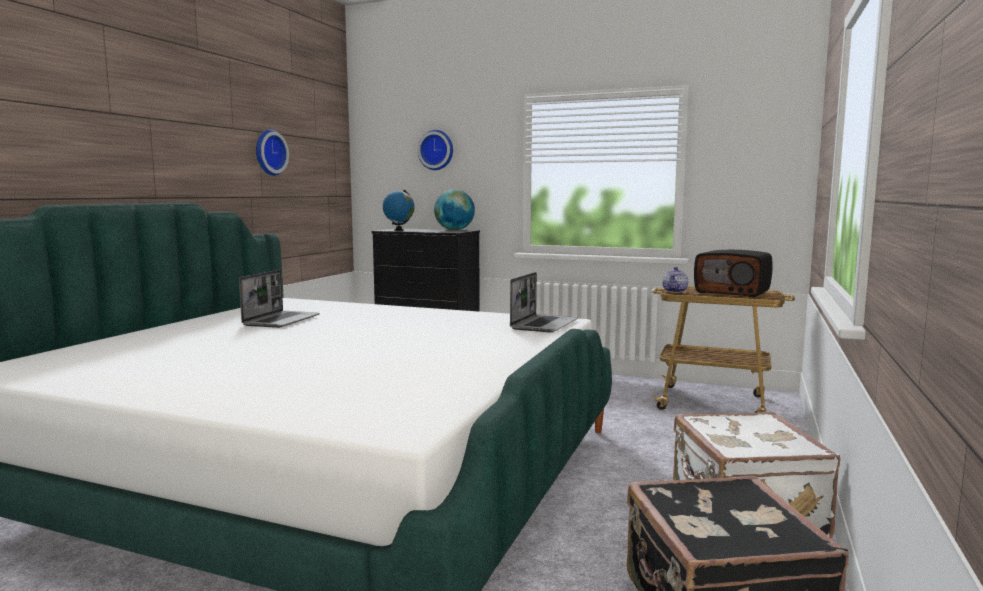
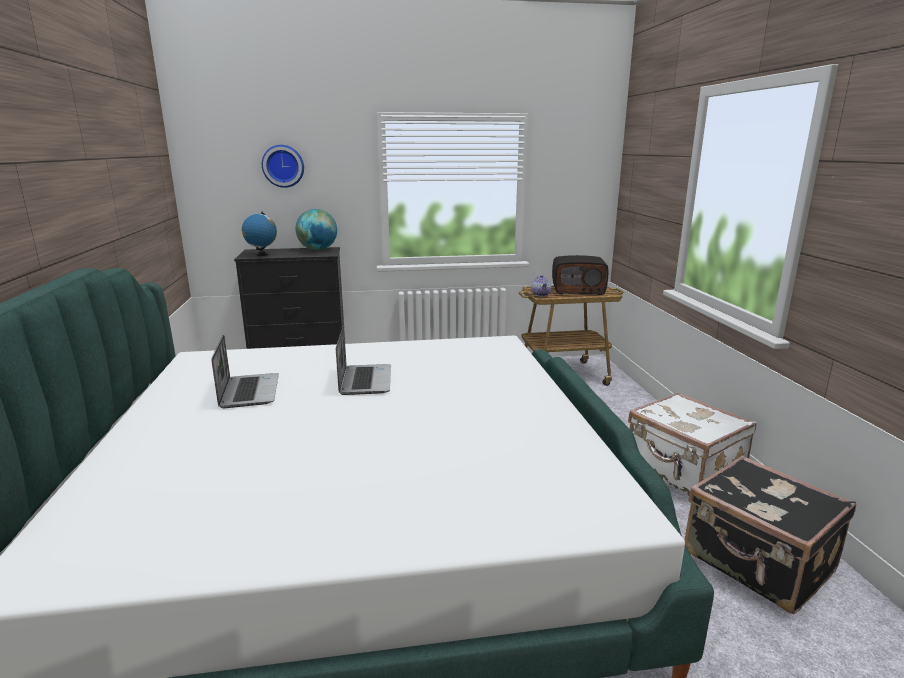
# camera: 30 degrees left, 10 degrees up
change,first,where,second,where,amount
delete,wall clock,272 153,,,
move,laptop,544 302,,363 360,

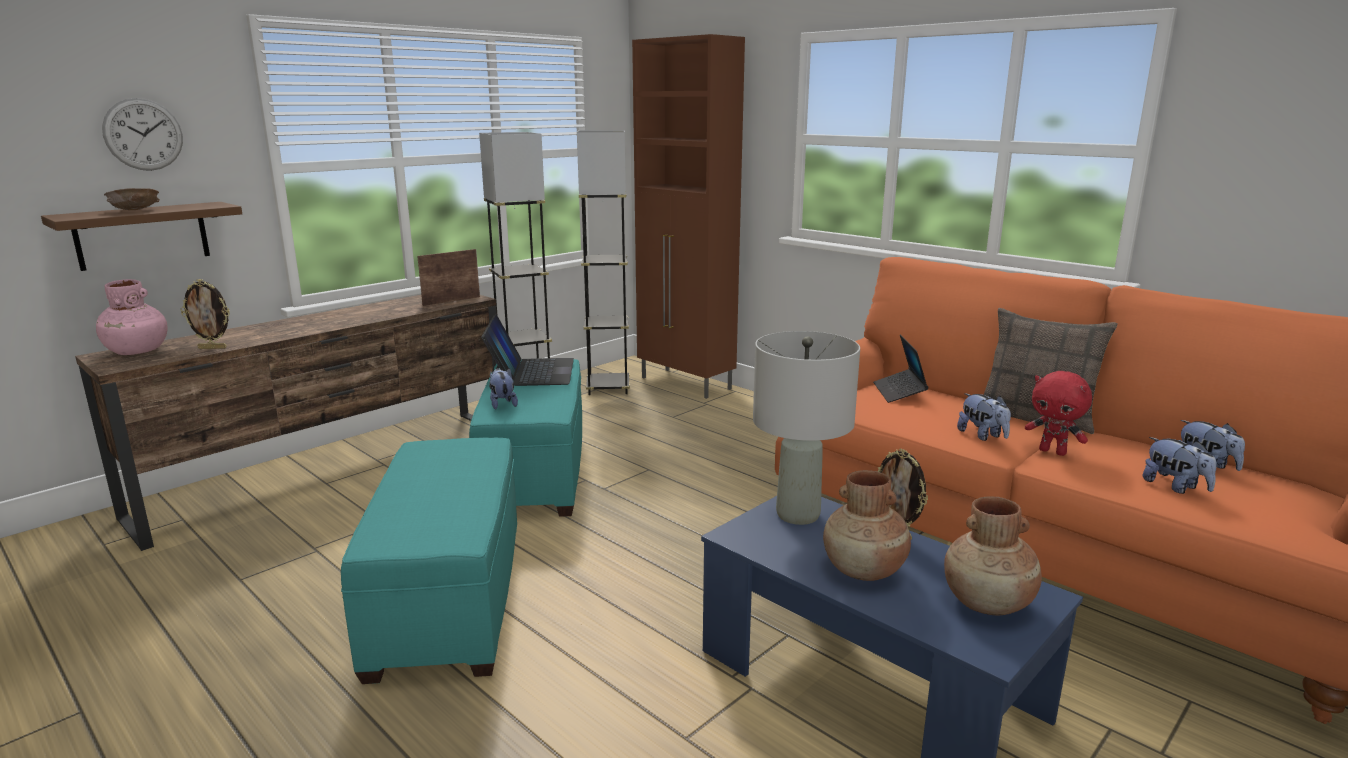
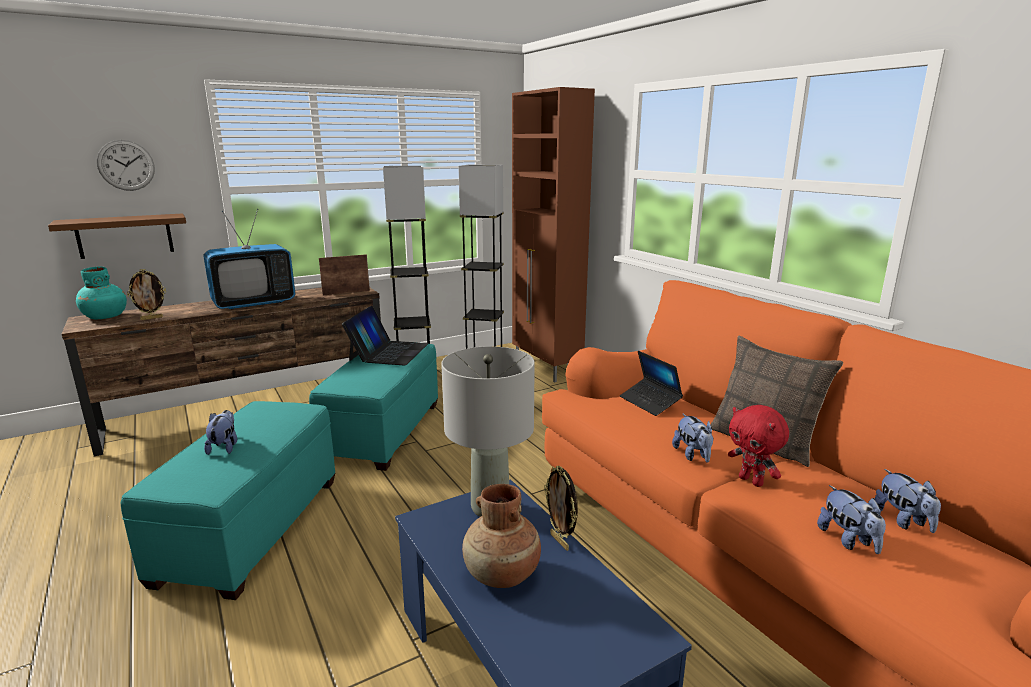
# camera: 15 degrees right, 0 degrees up
change,first,where,second,where,amount
delete,brown bowl,132 199,,,
recolor,pink vase,132 317,turquoise vase,101 293,
rotate,picture frame,205 314,,146 294,45 degrees counterclockwise
rotate,laptop,901 368,,651 383,45 degrees counterclockwise
move,plush toy,503 388,,220 432,
delete,brown vase,993 556,,,
insert,,,television,249 259,

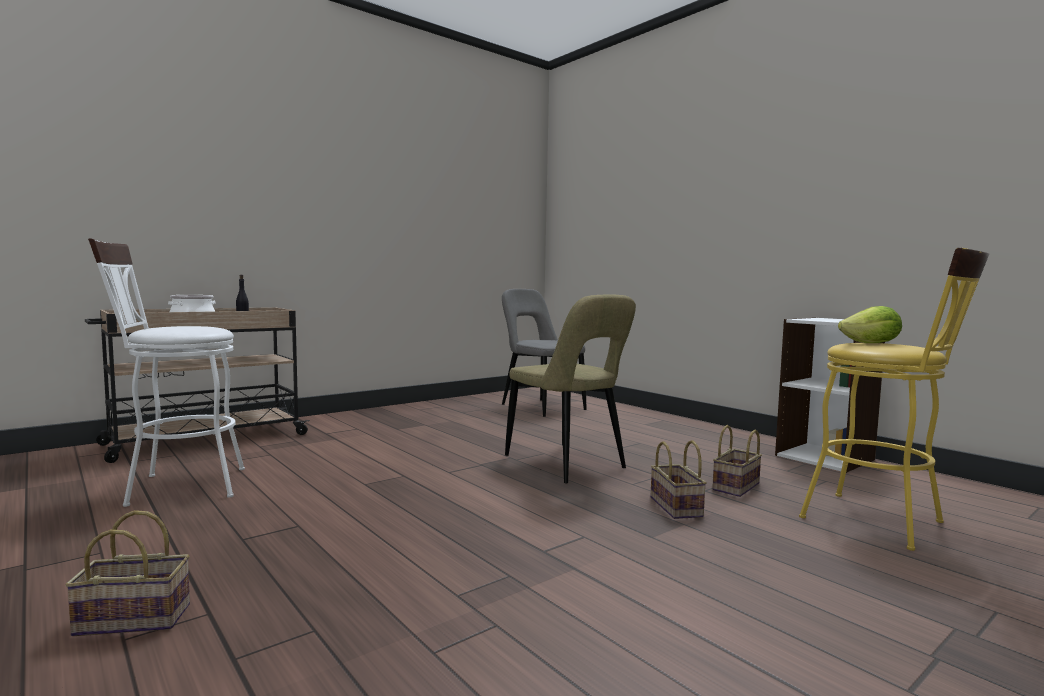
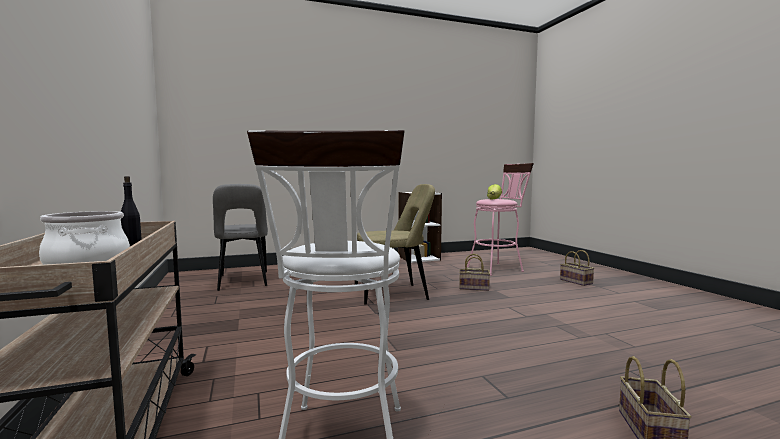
# camera: 70 degrees left, 0 degrees up
change,first,where,second,where,amount
recolor,yellow stool,894 399,pink stool,500 219,
rotate,grey chair,544 353,,240 237,90 degrees counterclockwise
move,basket,737 461,,577 268,

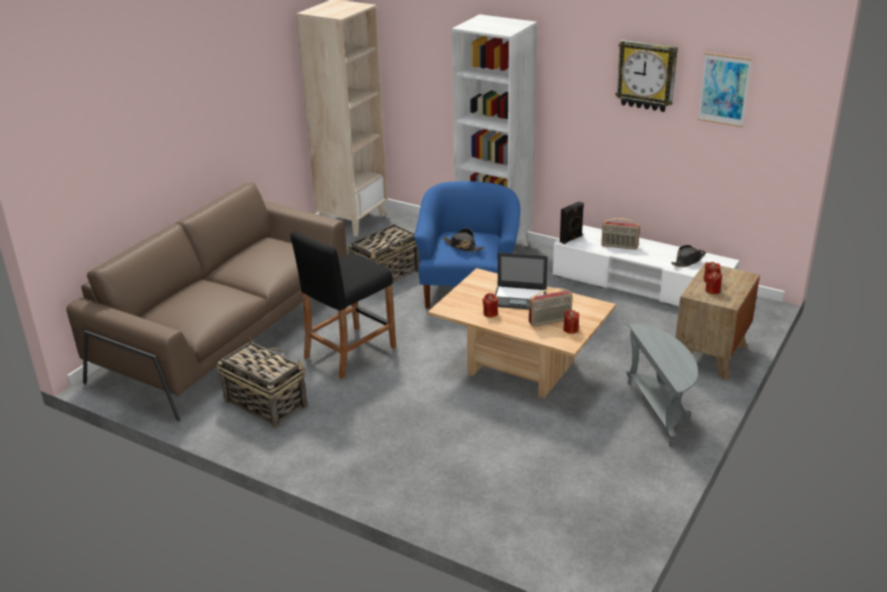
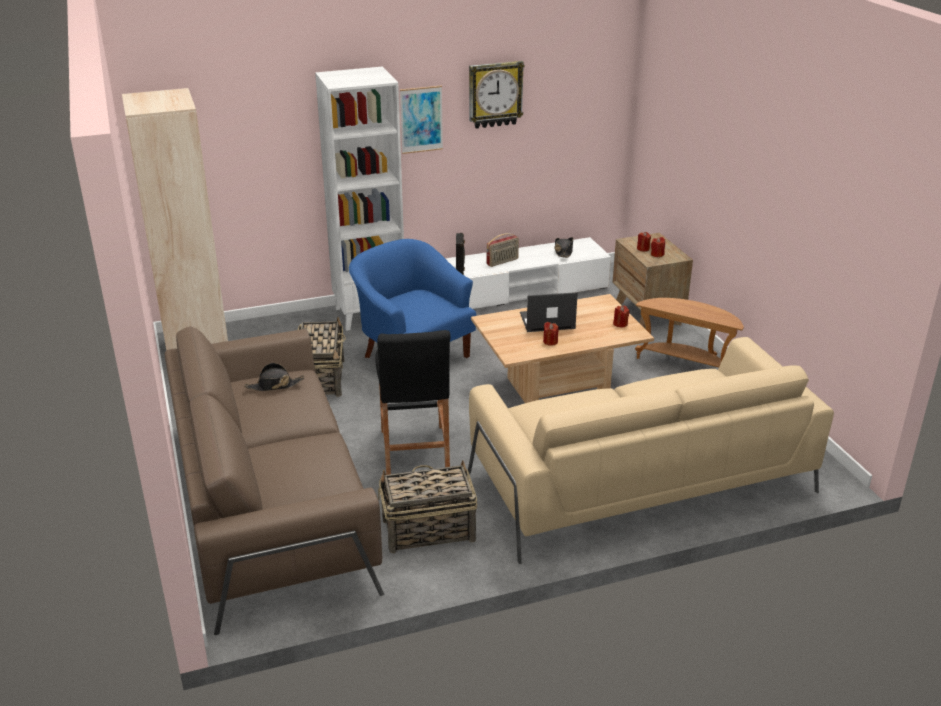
# camera: 50 degrees left, 0 degrees up
change,first,where,second,where,amount
move,picture,725 90,,421 119,
move,black hat,463 240,,274 377,
rotate,laptop,521 281,,549 312,150 degrees counterclockwise
delete,radio,551 307,,,
recolor,grey side table,662 385,brown side table,689 332,
insert,,,beige sofa,651 450,

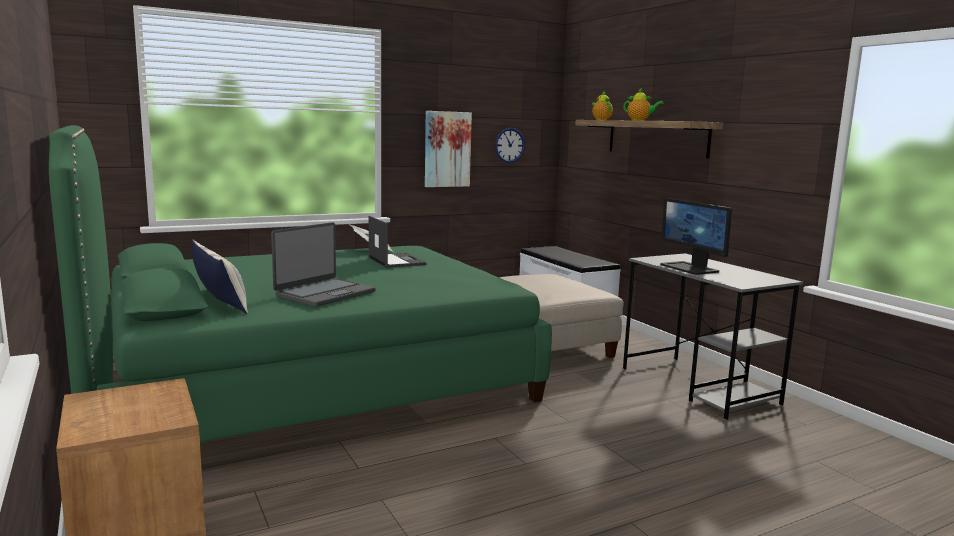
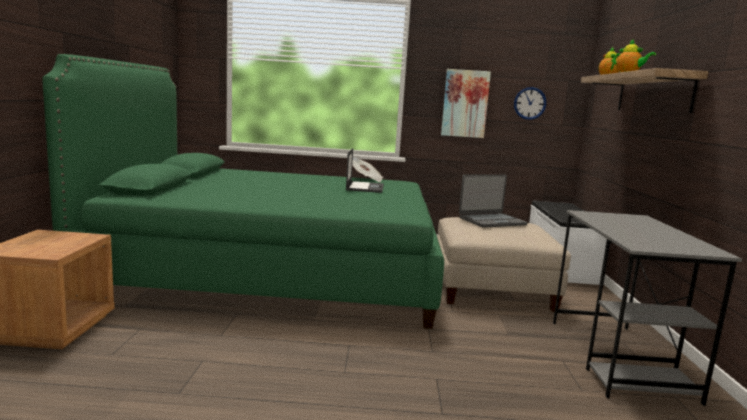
# camera: 30 degrees right, 0 degrees up
change,first,where,second,where,amount
delete,monitor,696 236,,,
move,laptop,323 264,,493 201,
delete,pillow,220 277,,,

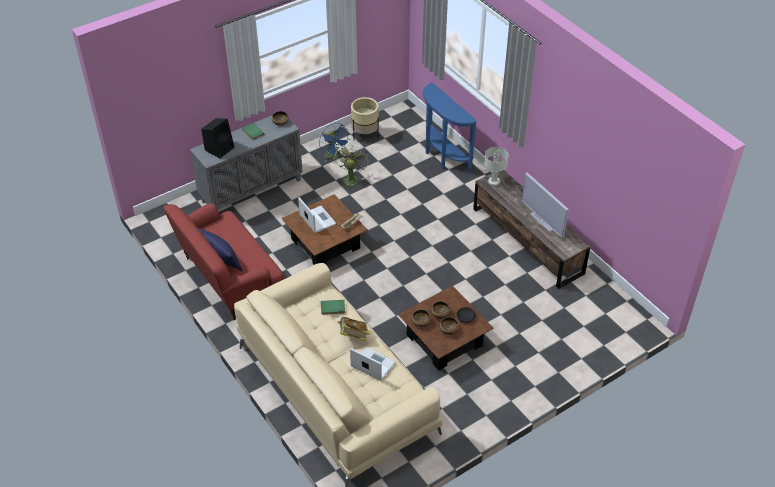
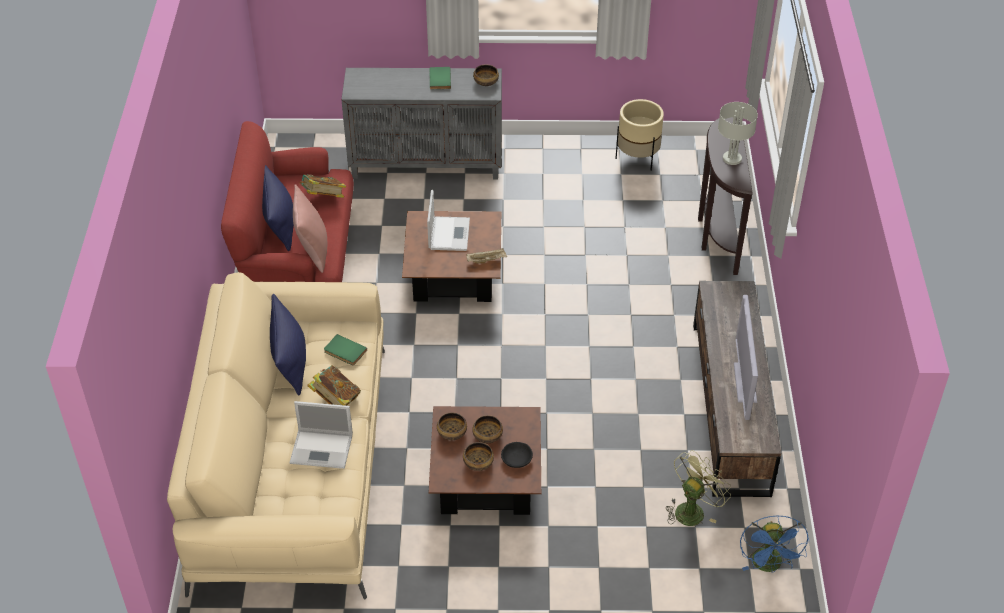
# camera: 35 degrees right, 0 degrees up
change,first,where,second,where,amount
recolor,blue console table,450 128,brown console table,725 196,
delete,black speaker,217 138,,,
move,blue fan,334 142,,774 544,
move,green fan,351 166,,698 488,
move,grey table lamp,496 166,,738 133,
rotate,laptop,373 364,,321 435,120 degrees clockwise
insert,,,book,322 186,
insert,,,pink pillow,310 228,
insert,,,blue pillow,288 344,

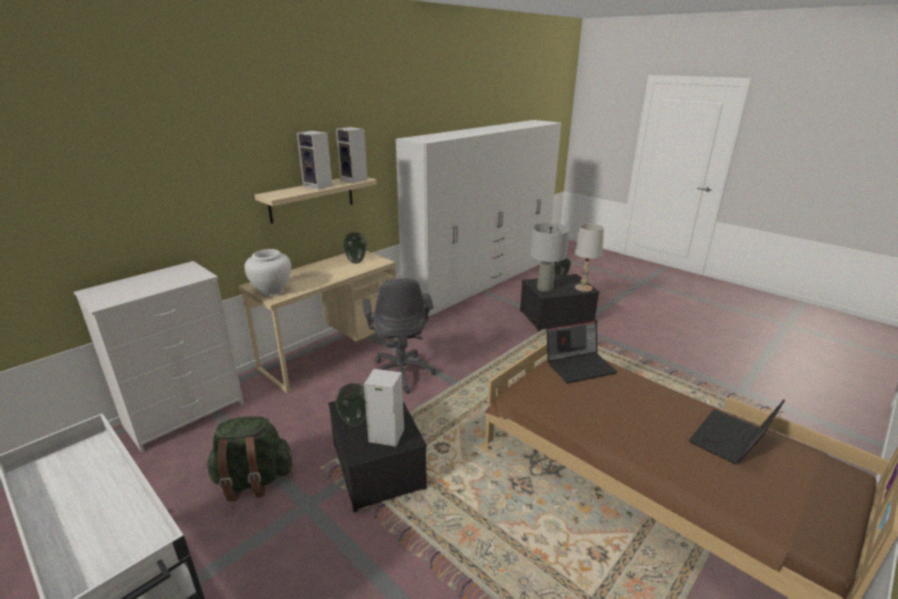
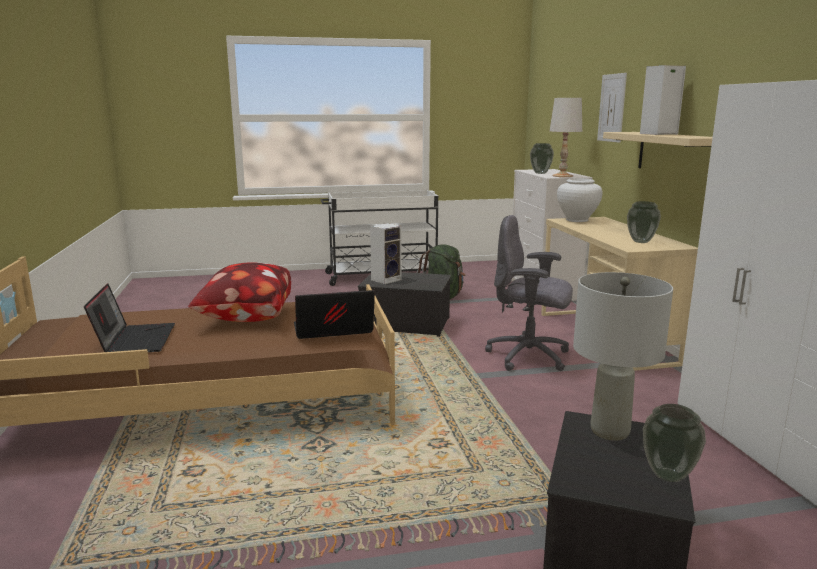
# camera: 125 degrees right, 10 degrees down
change,first,where,second,where,amount
delete,speaker,352 155,,,
move,white table lamp,589 258,,566 137,
rotate,laptop,582 351,,334 314,60 degrees clockwise
move,vase,351 405,,542 158,
insert,,,picture,612 108,
insert,,,pillow,239 292,

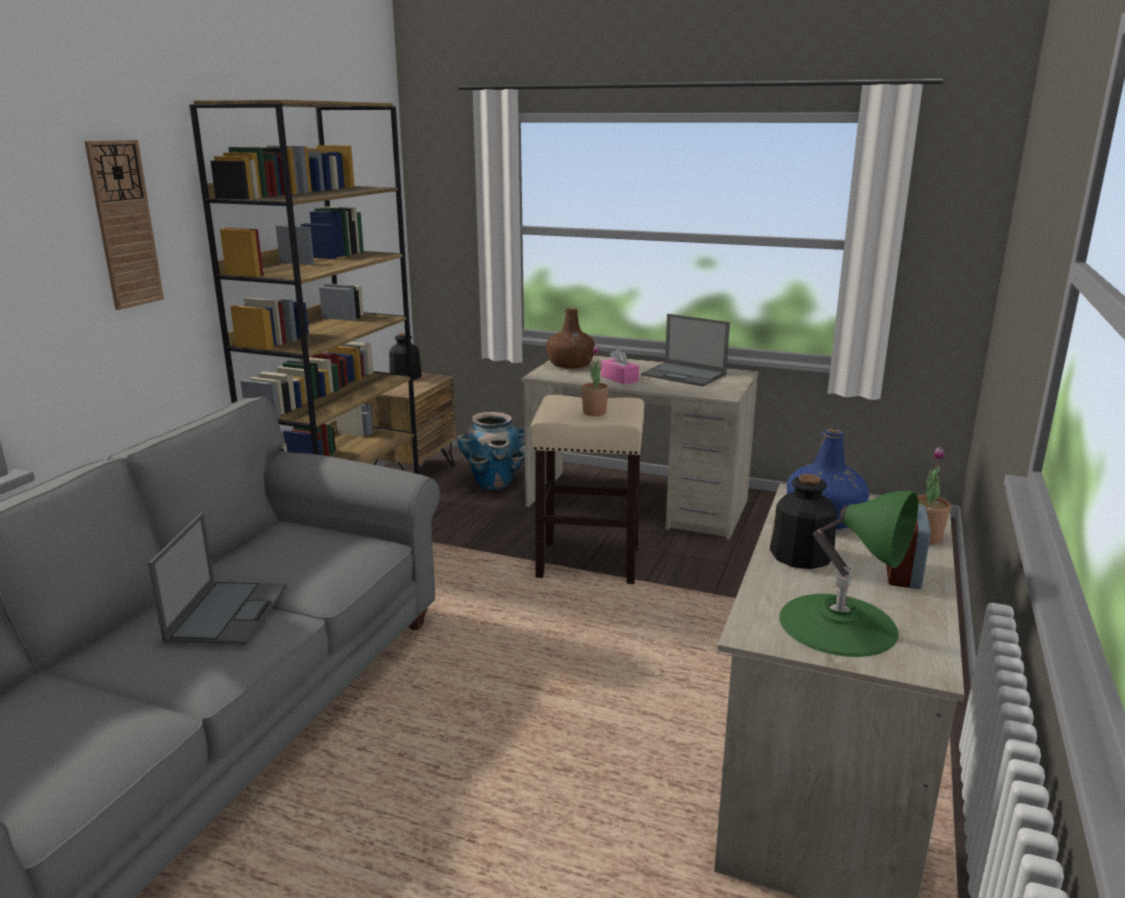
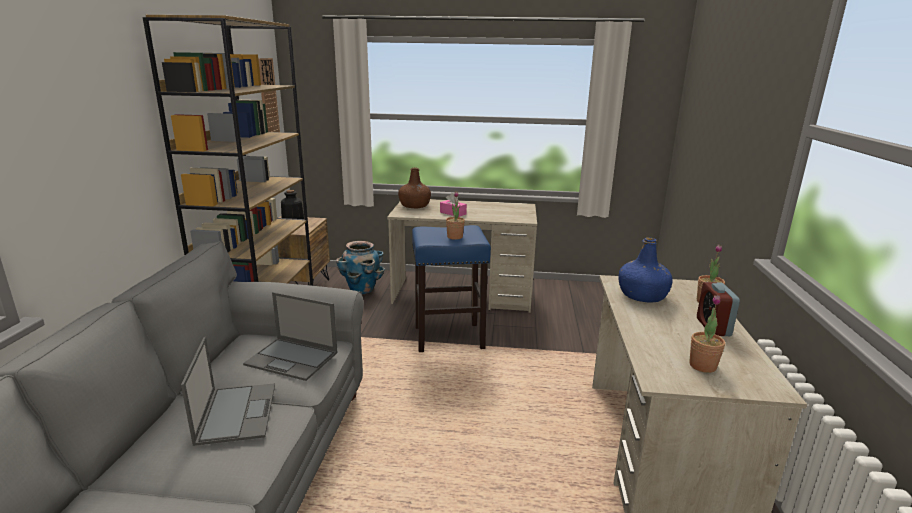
# camera: 15 degrees left, 0 degrees up
change,first,where,second,where,amount
move,wall clock,124 225,,269 95,
move,laptop,685 350,,290 336,
recolor,beige stool,587 489,blue stool,451 288,
delete,bottle,803 521,,,
replace,green table lamp,848 574,potted plant,707 334,

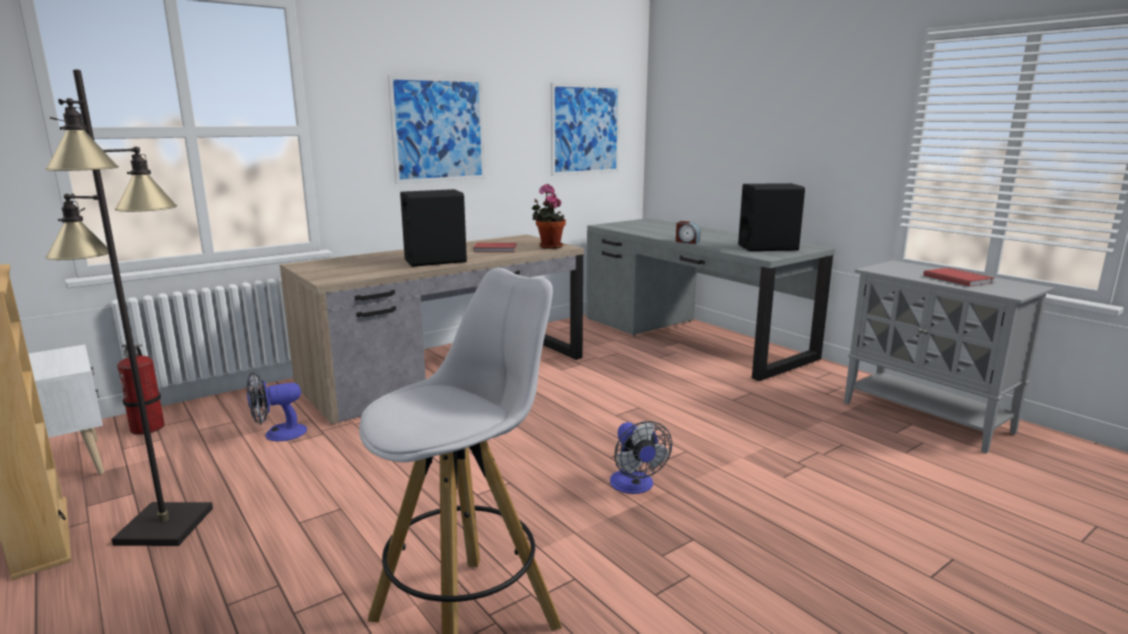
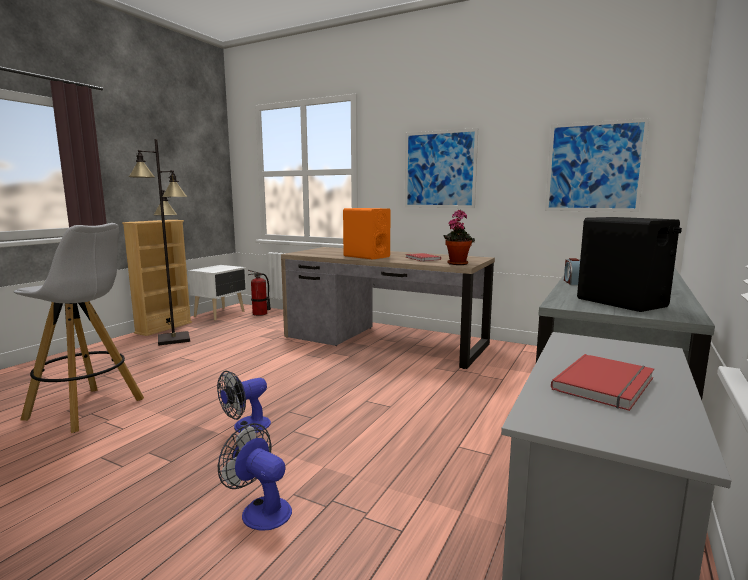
# camera: 65 degrees right, 5 degrees down
change,first,where,second,where,amount
recolor,black speaker,433 228,orange speaker,367 234,
move,fan,277 406,,255 477,

